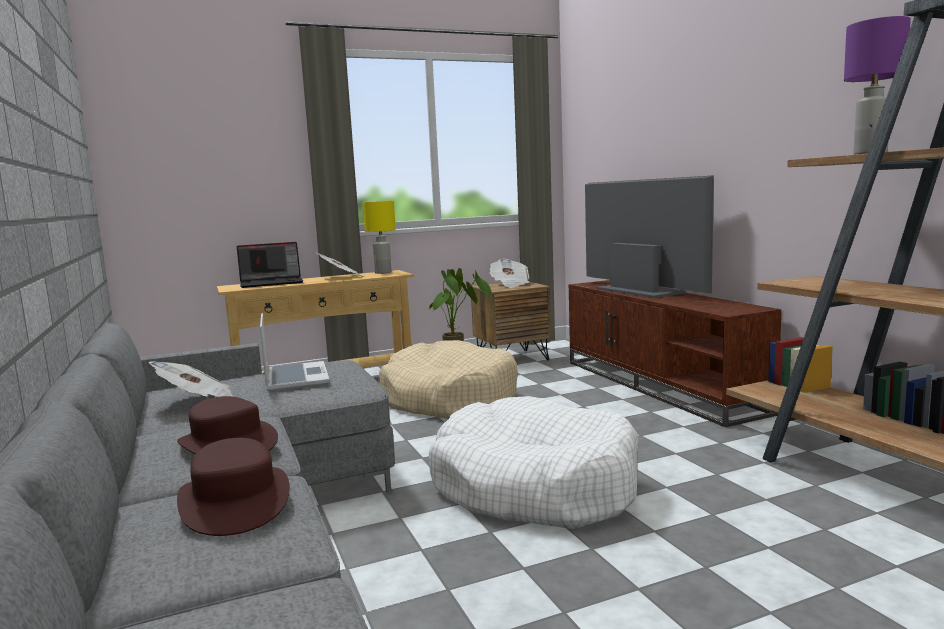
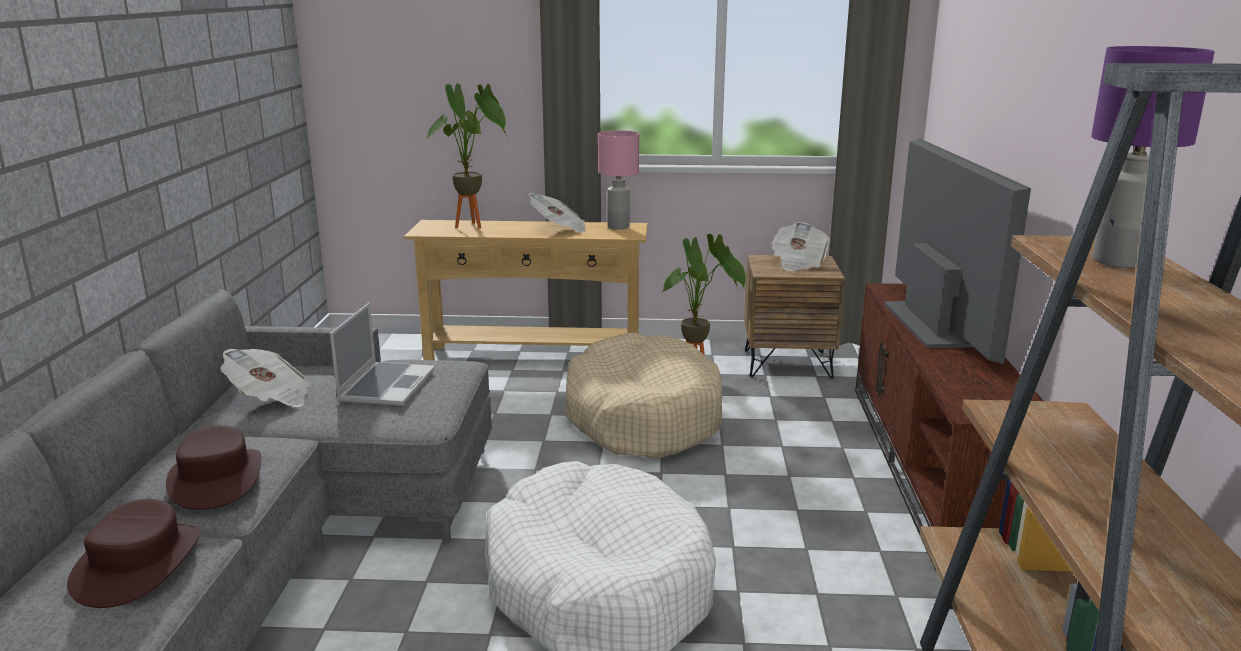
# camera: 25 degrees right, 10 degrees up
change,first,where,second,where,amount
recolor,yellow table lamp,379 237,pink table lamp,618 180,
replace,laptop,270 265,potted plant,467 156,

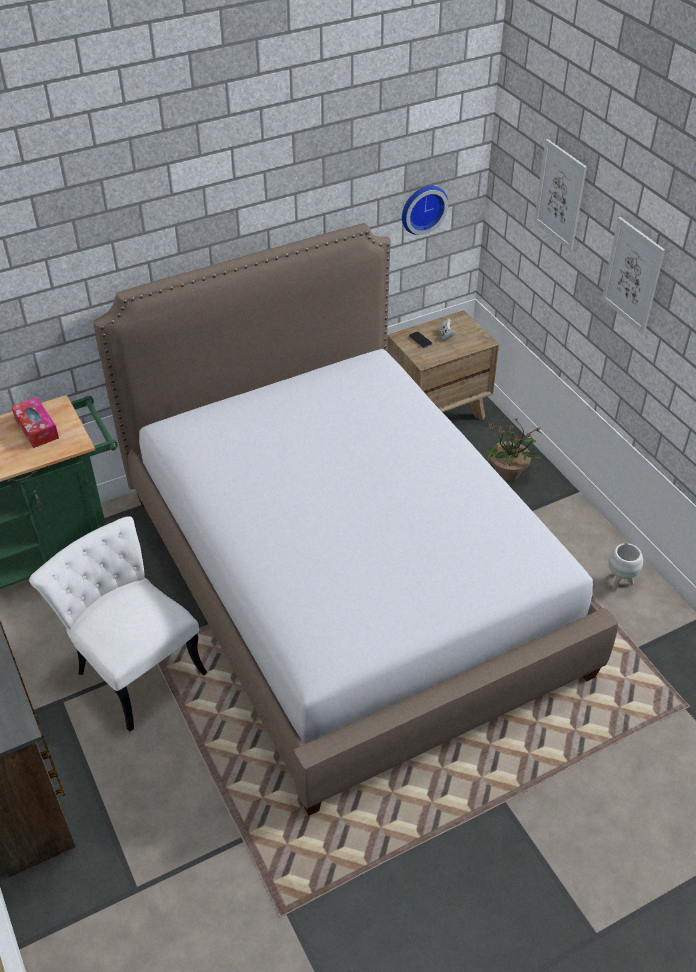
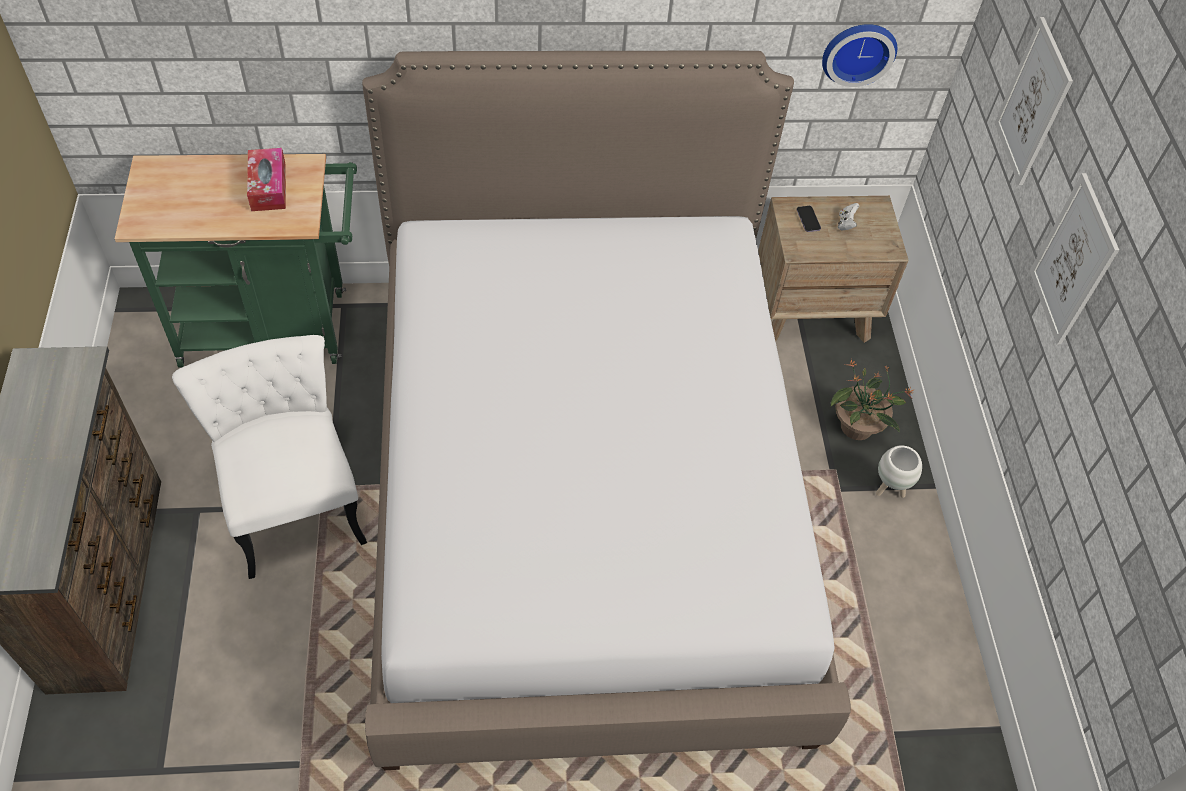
# camera: 20 degrees right, 10 degrees up
change,first,where,second,where,amount
move,white planter,625 567,,899 471,

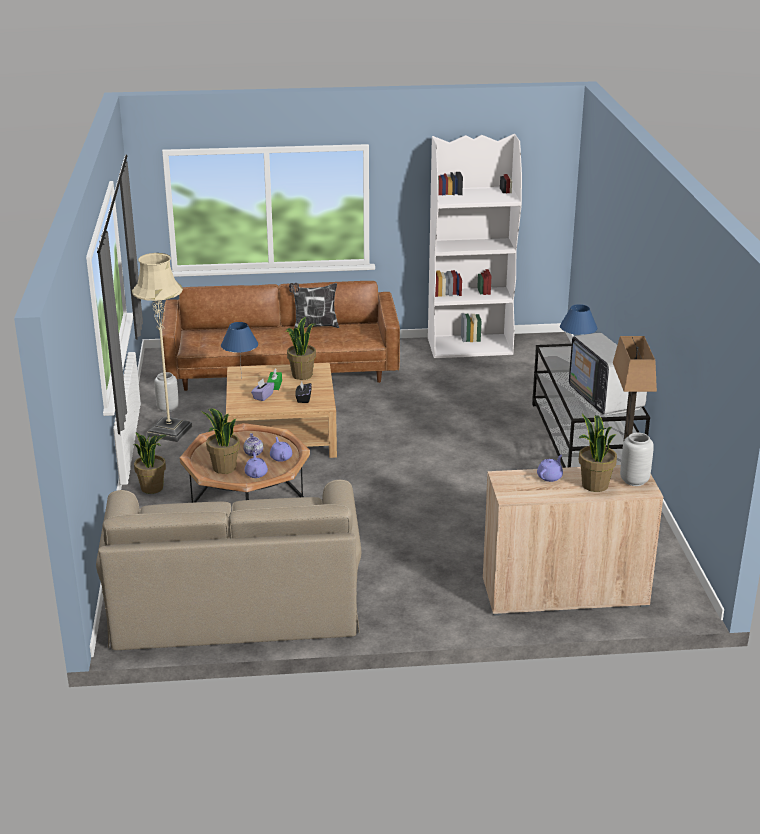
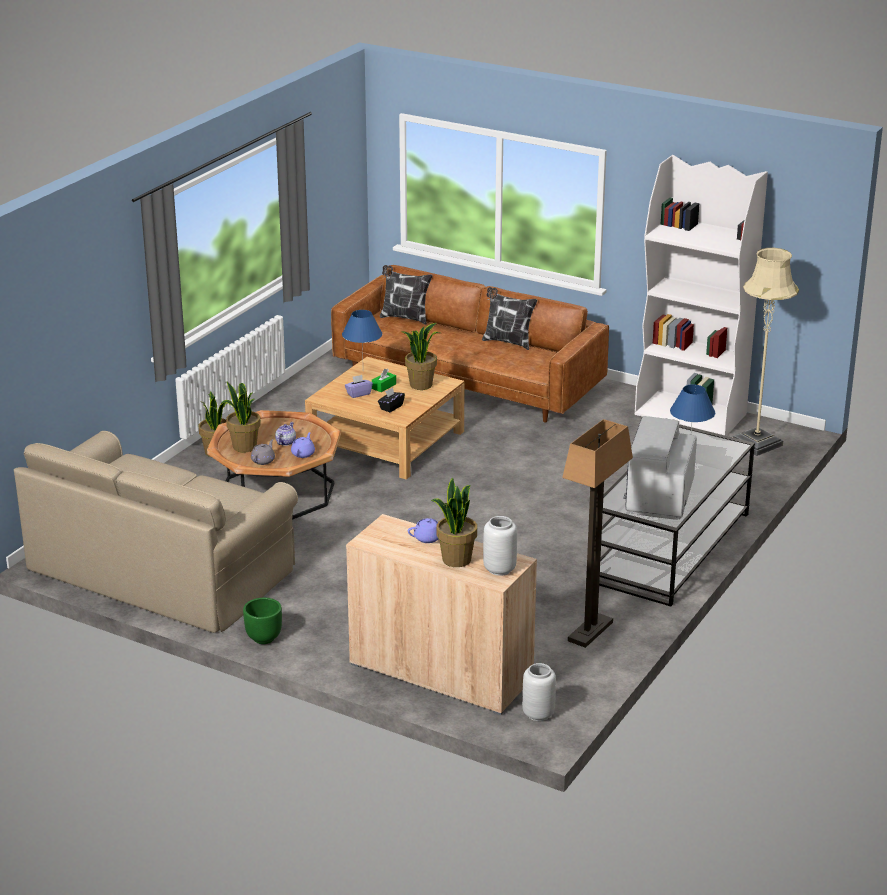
# camera: 35 degrees right, 0 degrees up
change,first,where,second,where,amount
move,beige floor lamp,162 347,,765 352,
move,grey vase,166 392,,539 692,
recolor,purple teapot,256 465,grey teapot,263 452,
insert,,,pillow,406 295,
insert,,,green planter,262 621,

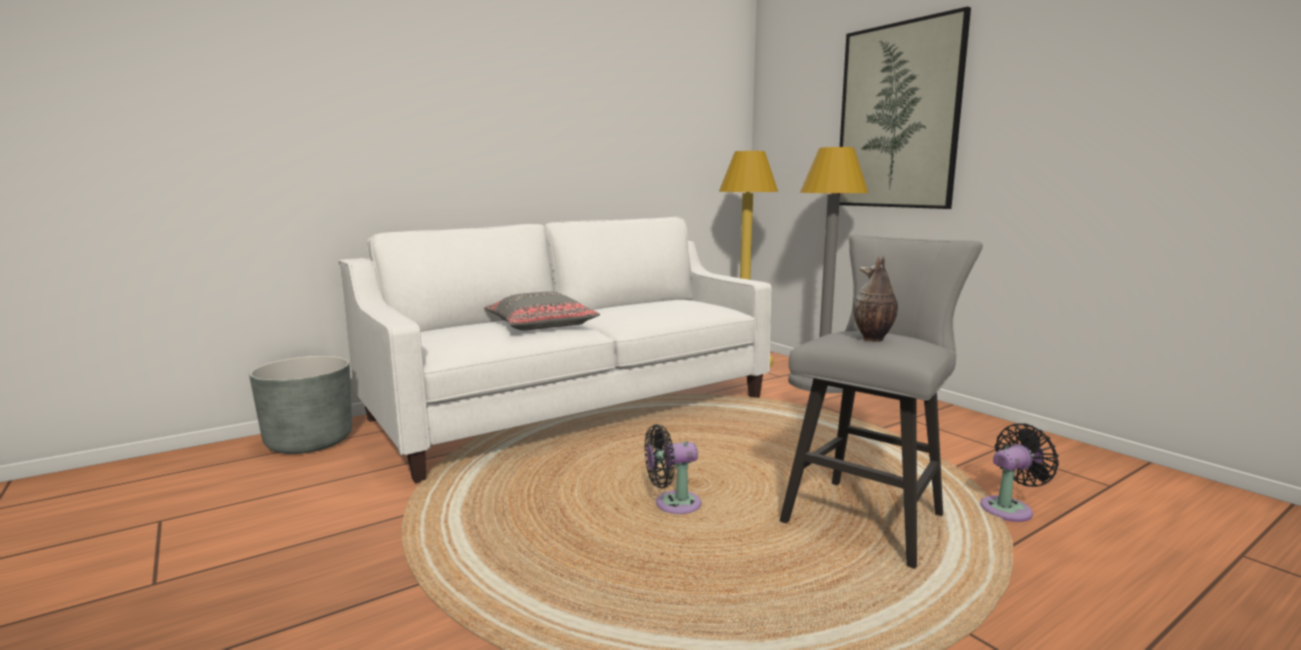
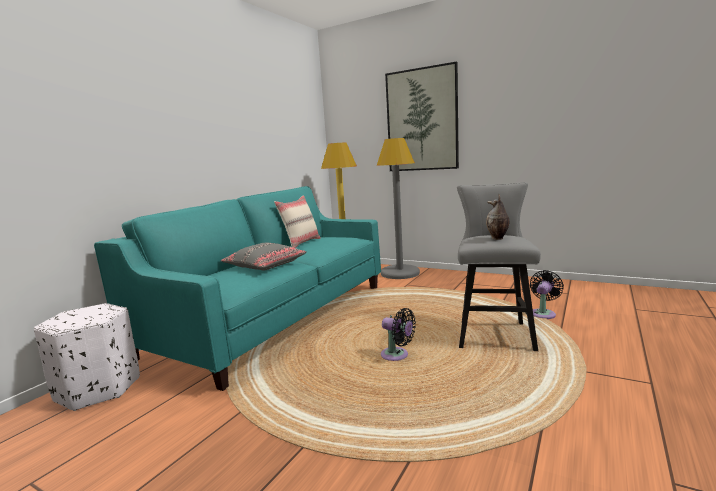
# camera: 25 degrees left, 0 degrees up
change,first,where,second,where,amount
recolor,white sofa,555 350,turquoise sofa,237 288,
replace,grey planter,300 405,white ottoman,87 357,
rotate,black fan,673 469,,398 334,105 degrees counterclockwise
insert,,,beige pillow,297 221,

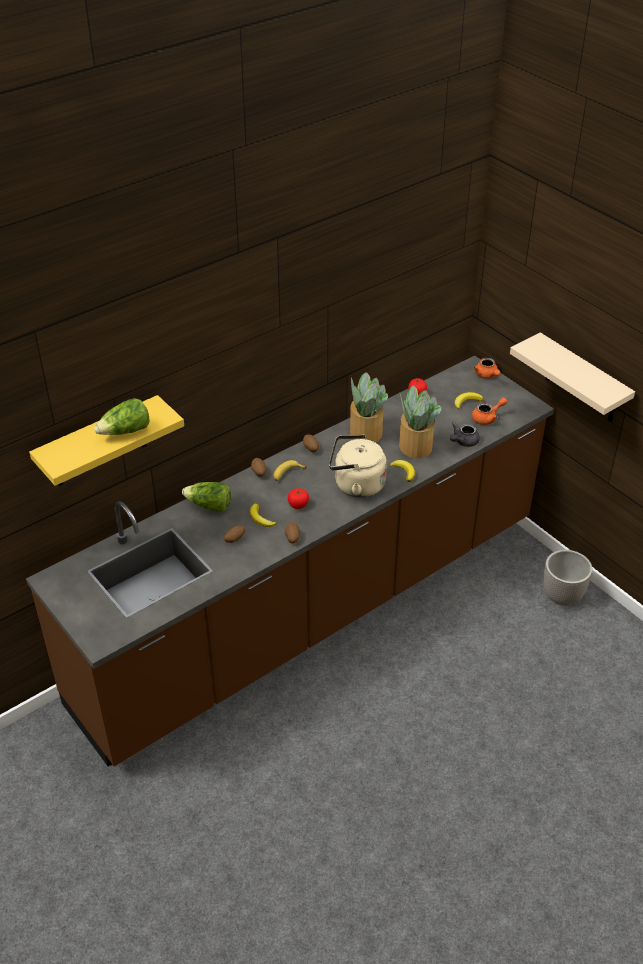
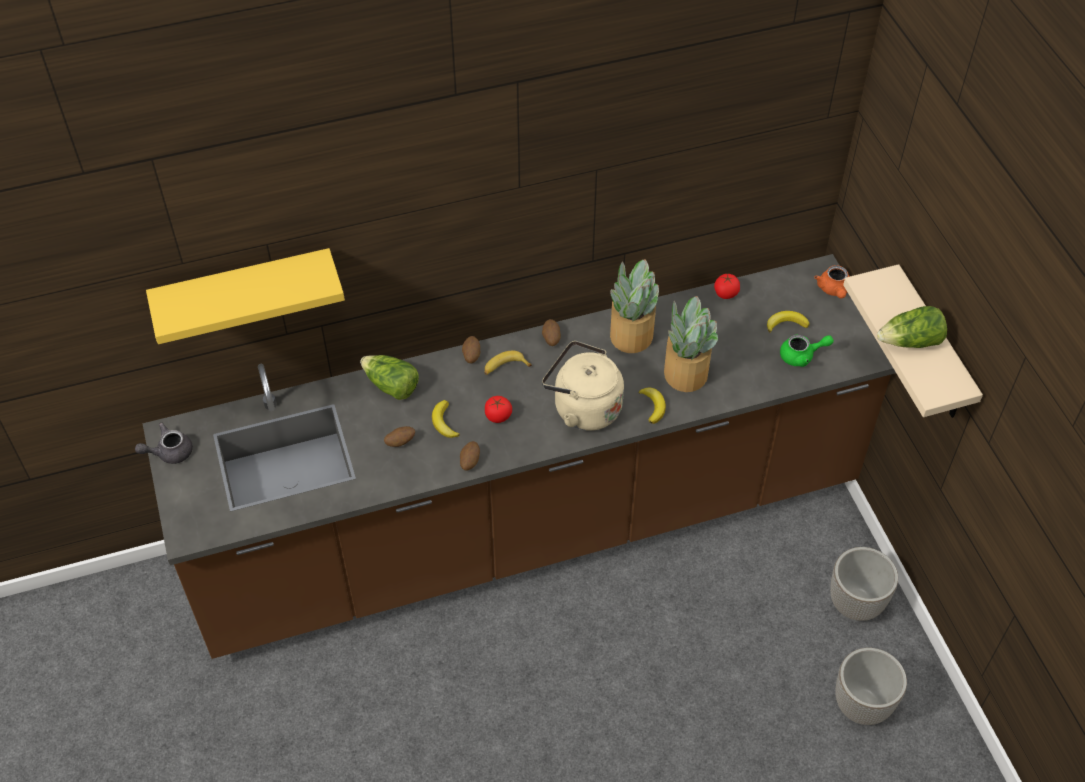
# camera: 20 degrees right, 10 degrees up
change,first,where,second,where,amount
move,lettuce,122 416,,912 327,
recolor,orange teapot,489 411,green teapot,807 351,
move,grey teapot,465 434,,164 443,
insert,,,planter,871 686,

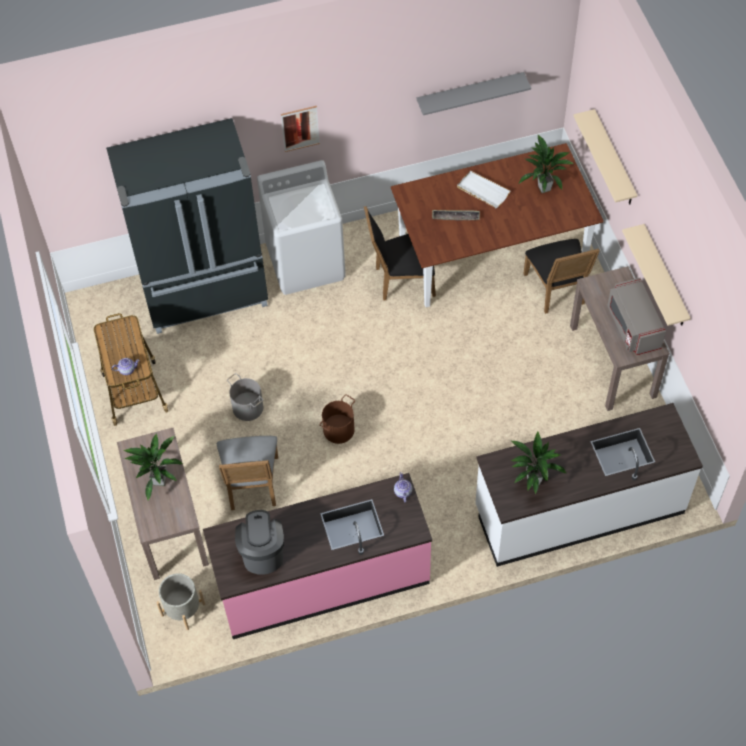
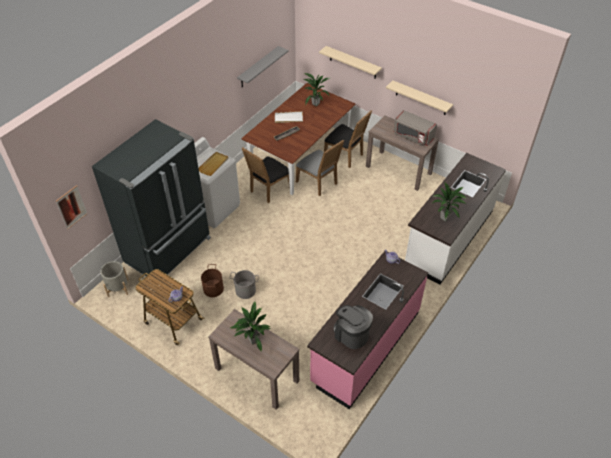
# camera: 40 degrees left, 10 degrees down
change,first,where,second,where,amount
move,picture,300 129,,71 207,
move,brown bucket,337 419,,212 280,
move,grey chair,247 473,,320 168,
move,grey planter,180 601,,114 279,
insert,,,beige tray,213 164,

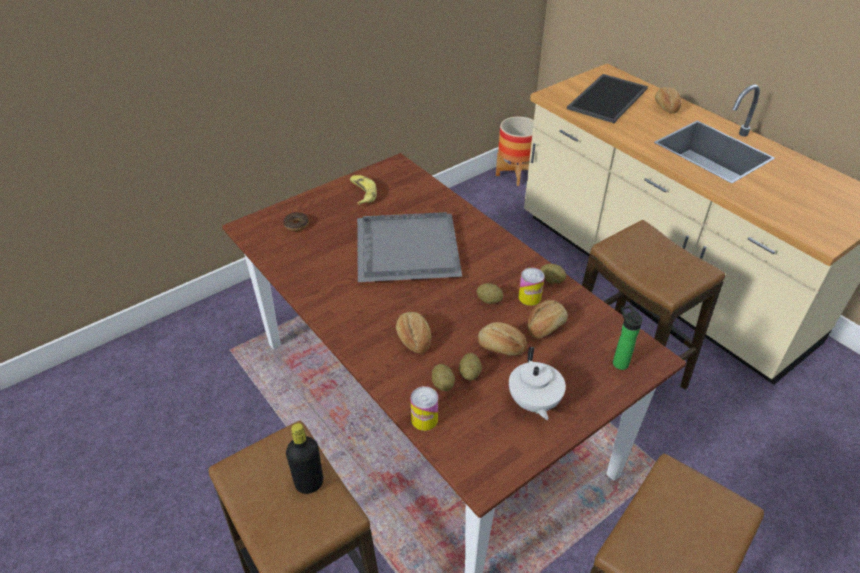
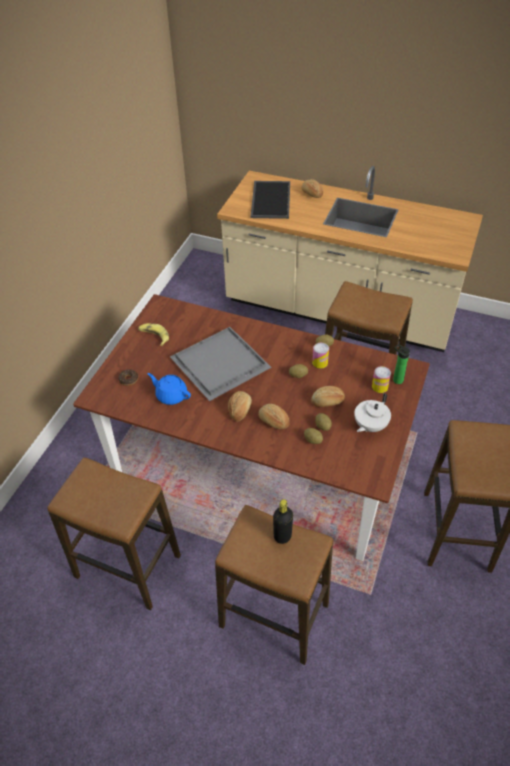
# camera: 30 degrees left, 5 degrees up
change,first,where,second,where,amount
delete,planter,516 151,,,
move,bread,548 319,,240 406,
rotate,white teapot,537 383,,372 412,75 degrees clockwise
move,can,424 408,,381 379,
insert,,,blue teapot,169 389,
insert,,,stool,114 533,

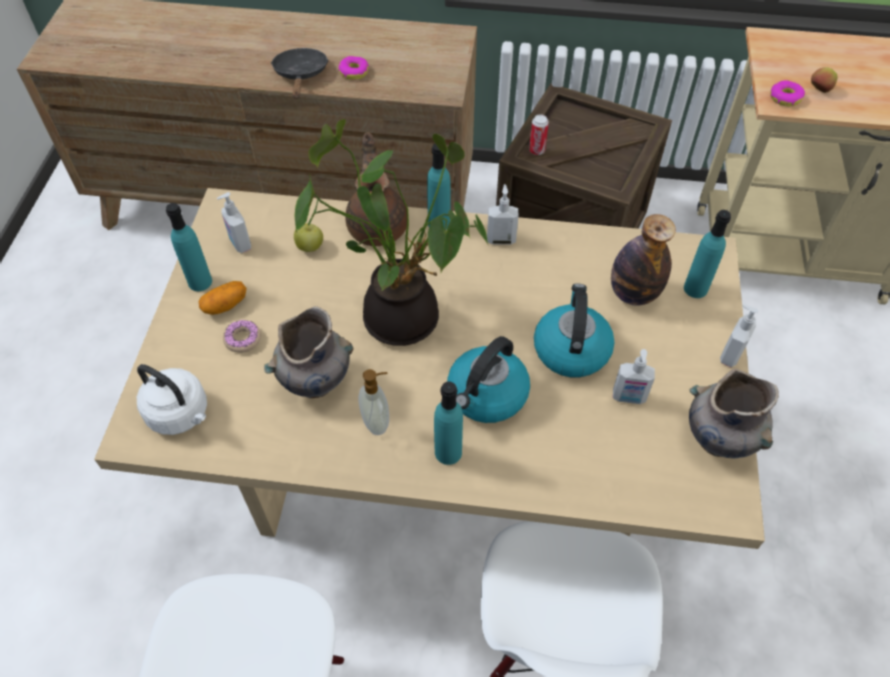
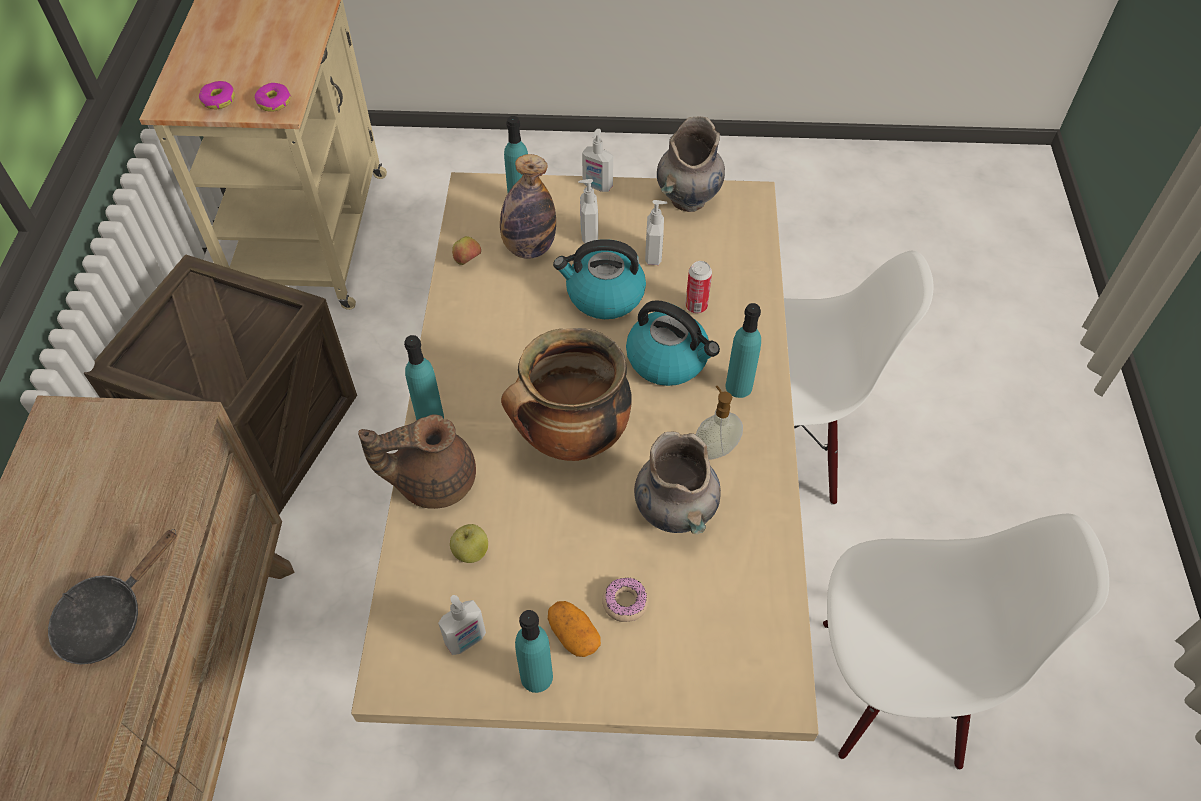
# camera: 95 degrees left, 0 degrees up
change,first,where,second,where,amount
rotate,black frying pan,299 73,,112 597,45 degrees counterclockwise
move,donut,353 68,,217 95,
move,apple,824 80,,466 250,
move,can,539 134,,698 287,
replace,potted plant,391 232,cooking pot,566 394,
move,soap dispenser,503 214,,588 211,
delete,white kettle,172 399,,,

